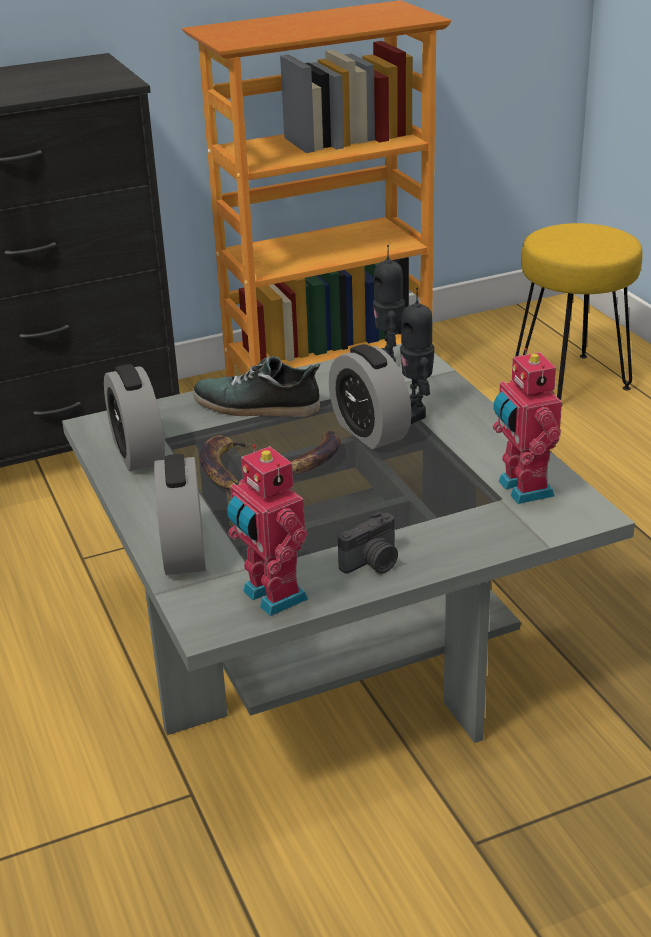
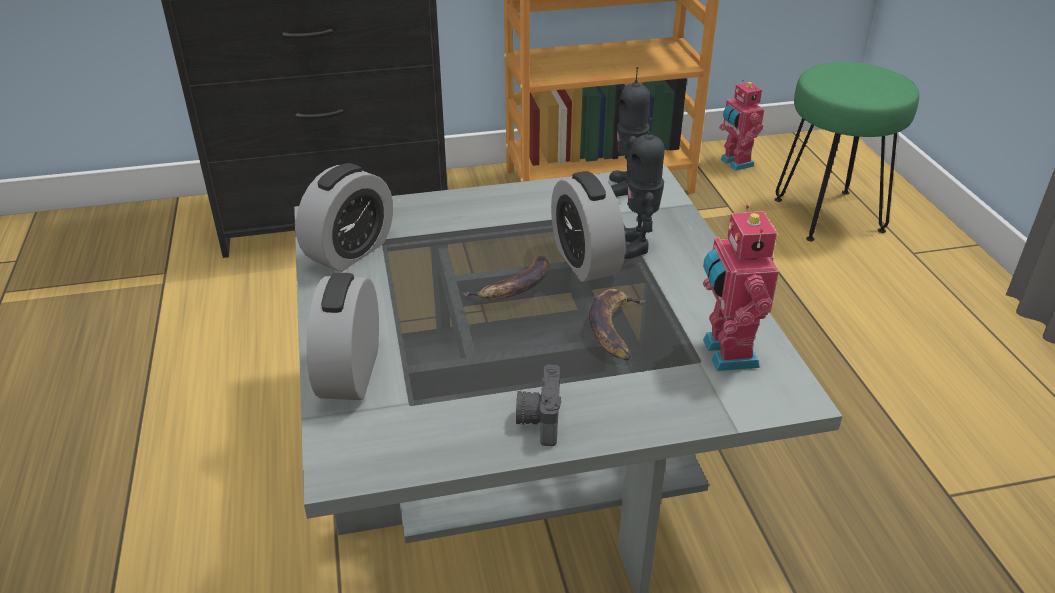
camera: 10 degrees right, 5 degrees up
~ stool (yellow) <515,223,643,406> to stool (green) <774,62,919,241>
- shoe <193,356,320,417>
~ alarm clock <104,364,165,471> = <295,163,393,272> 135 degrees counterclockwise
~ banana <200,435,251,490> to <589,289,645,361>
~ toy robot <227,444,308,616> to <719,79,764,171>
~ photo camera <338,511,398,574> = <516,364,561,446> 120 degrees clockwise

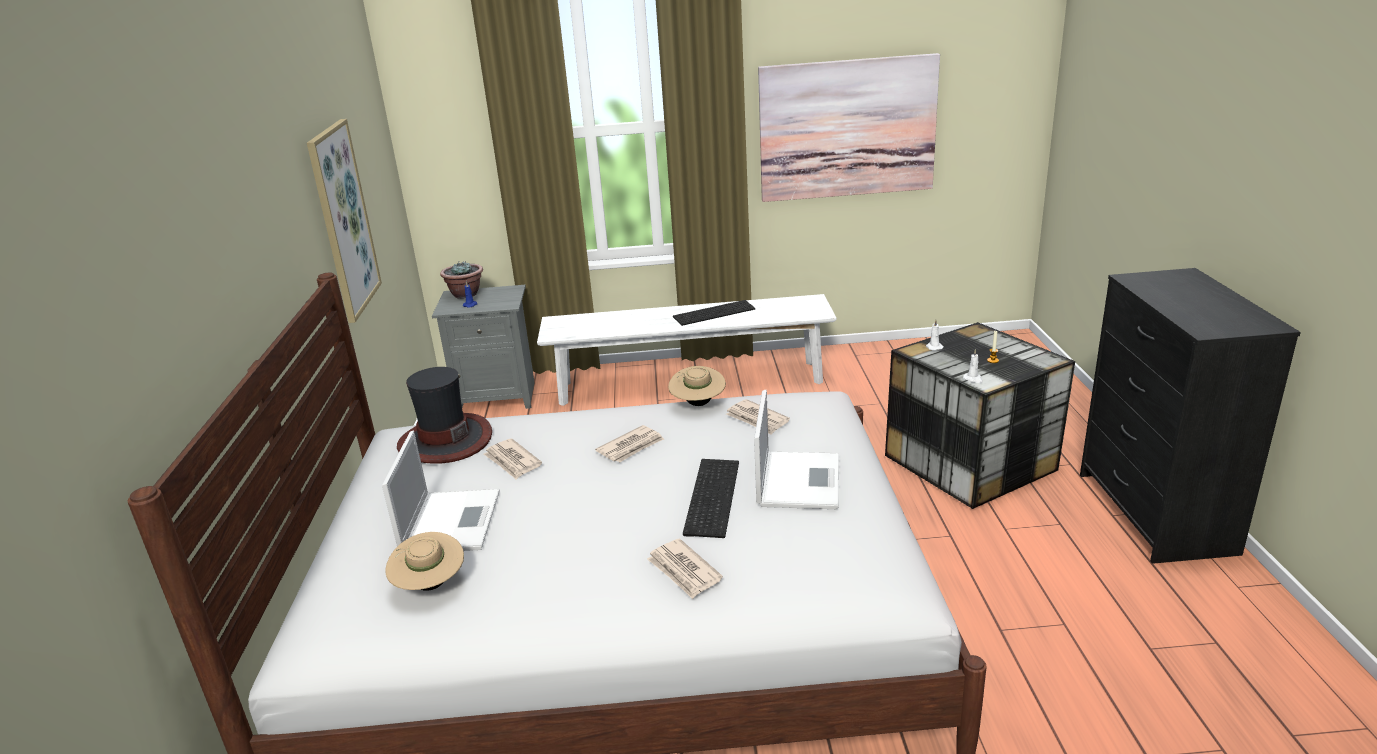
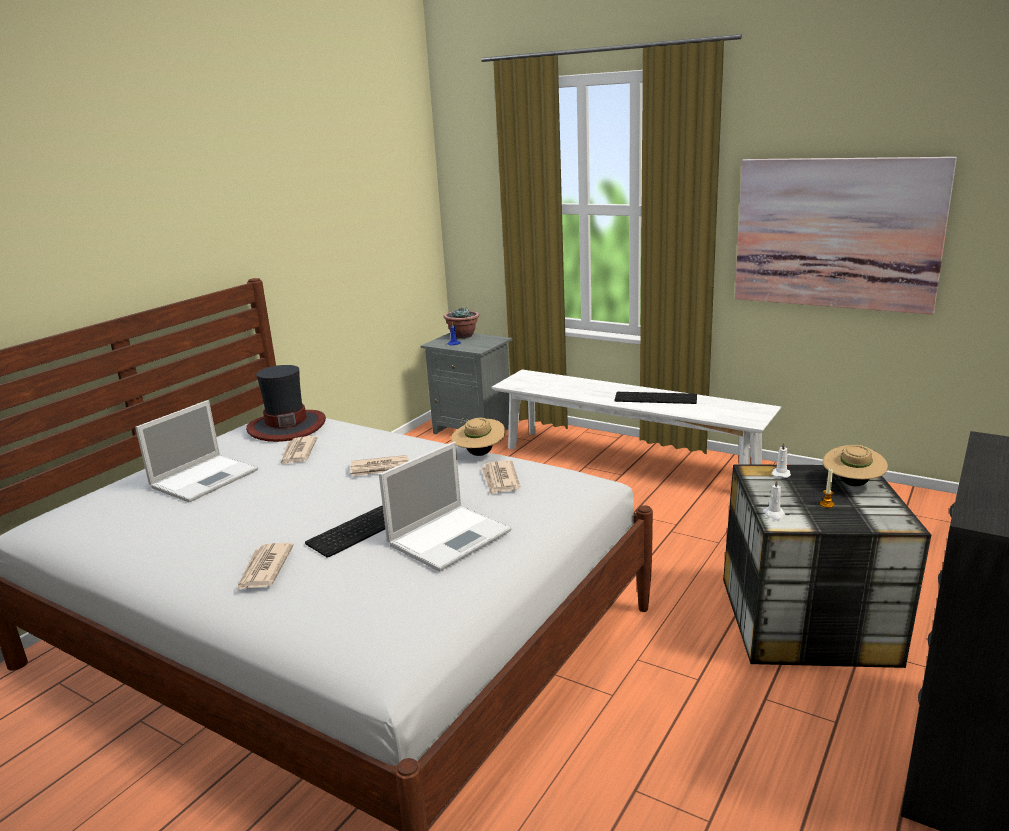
camera: 35 degrees right, 5 degrees down
- picture <307,119,382,323>
~ hat (beige) <386,532,464,590> to <822,445,888,486>

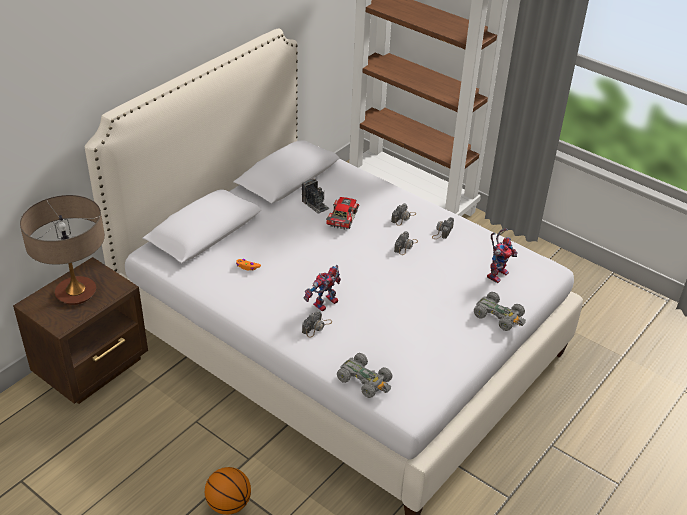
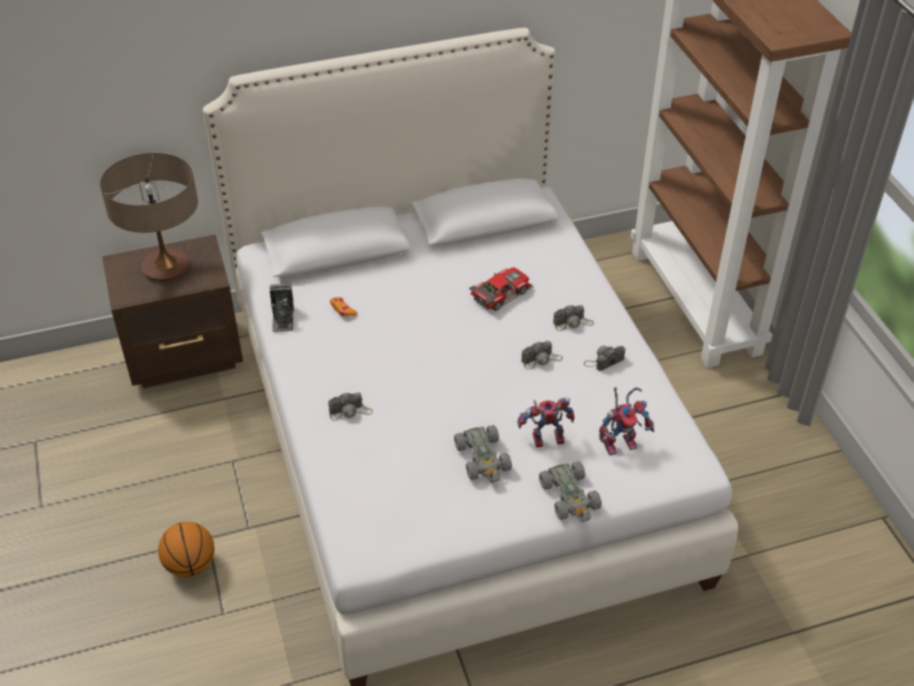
camera: 35 degrees right, 5 degrees up
~ photo camera <302,178,330,214> to <270,283,294,332>
~ toy robot <304,264,341,311> to <517,397,575,447>
~ toy car (grey) <337,353,393,398> to <454,425,512,483>

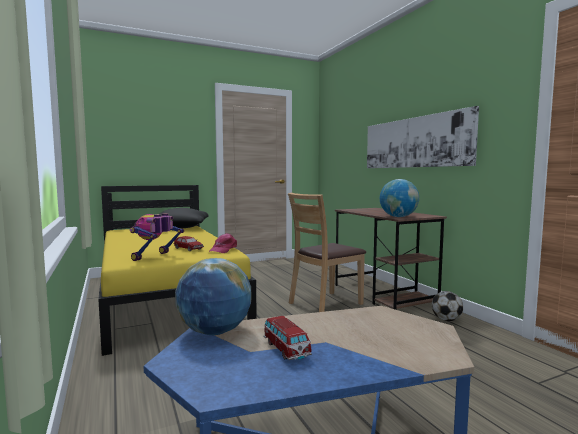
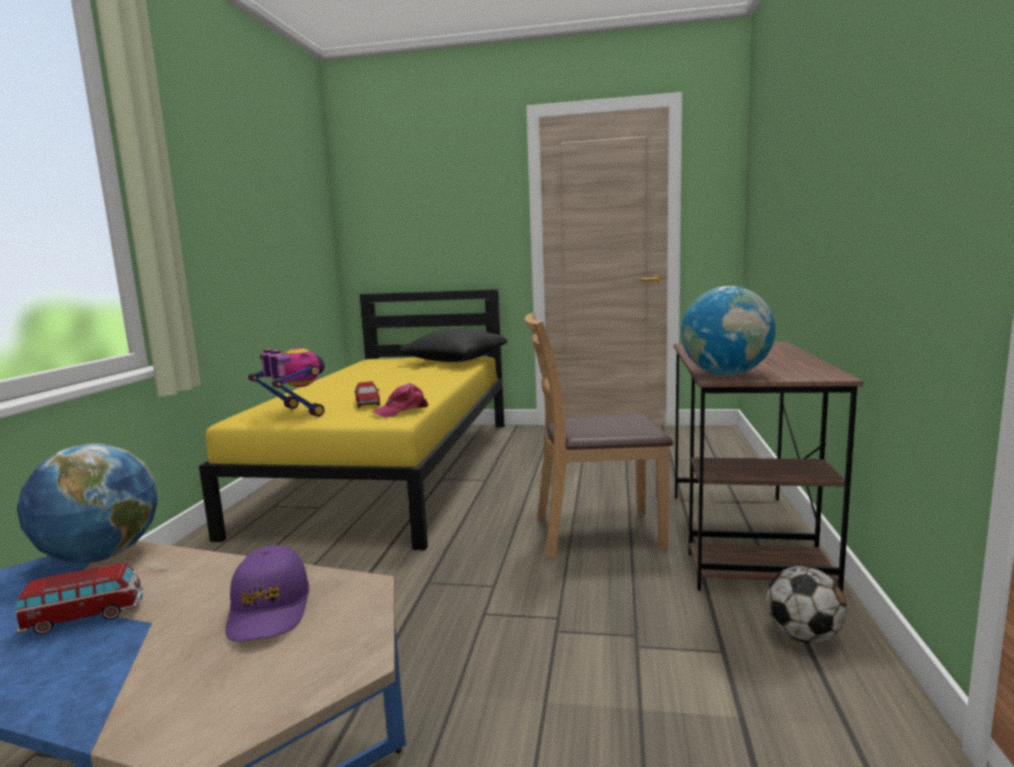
camera: 35 degrees right, 5 degrees up
- picture <367,106,479,168>
~ toy robot <130,213,184,261> = <248,348,325,417> 75 degrees clockwise
~ toy car <264,316,312,360> = <15,563,143,634> 120 degrees counterclockwise
+ cap (purple) <225,545,309,642>

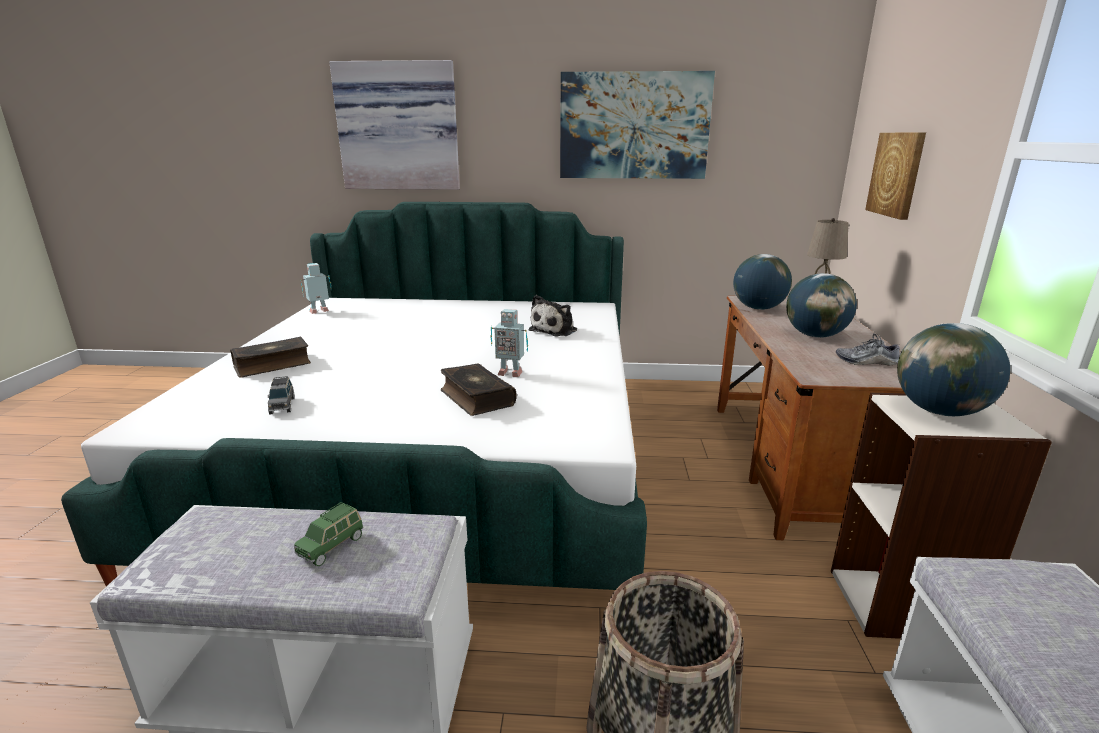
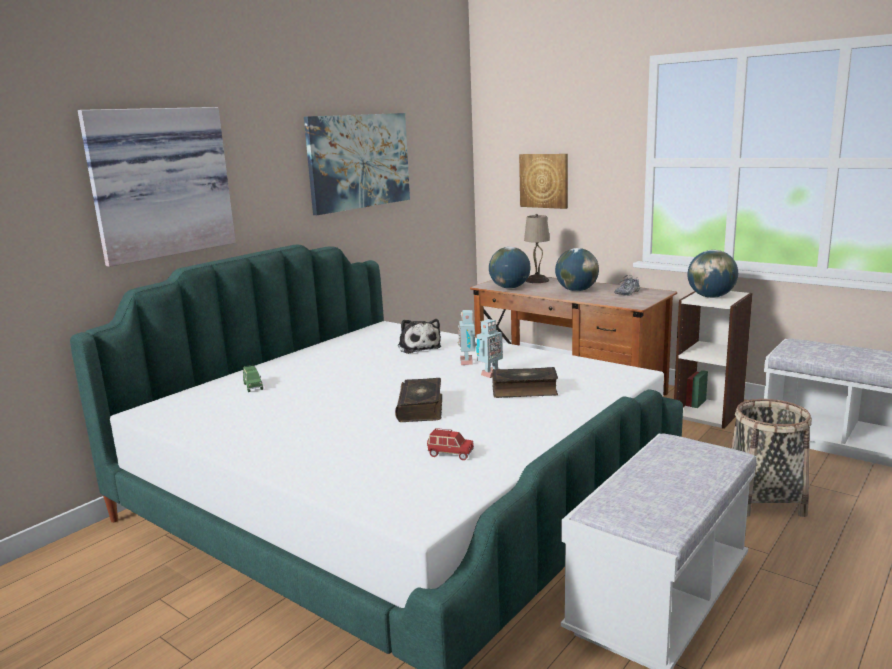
camera: 55 degrees left, 5 degrees down
~ toy robot <301,263,332,314> to <458,310,477,365>
~ book <230,337,311,378> to <395,378,442,422>
~ toy car (grey) <267,376,295,414> to toy car (red) <427,428,474,460>
~ toy car (green) <294,502,363,566> to <243,365,263,392>

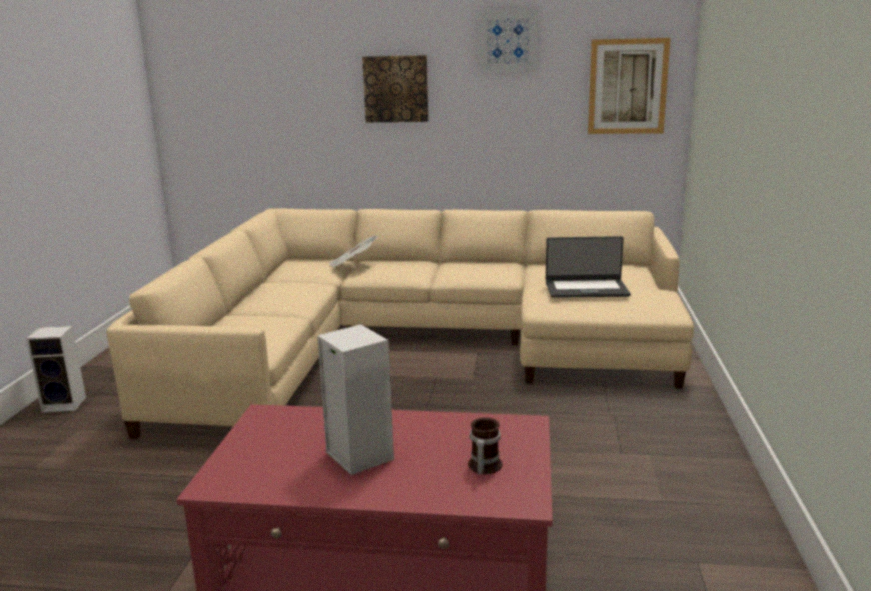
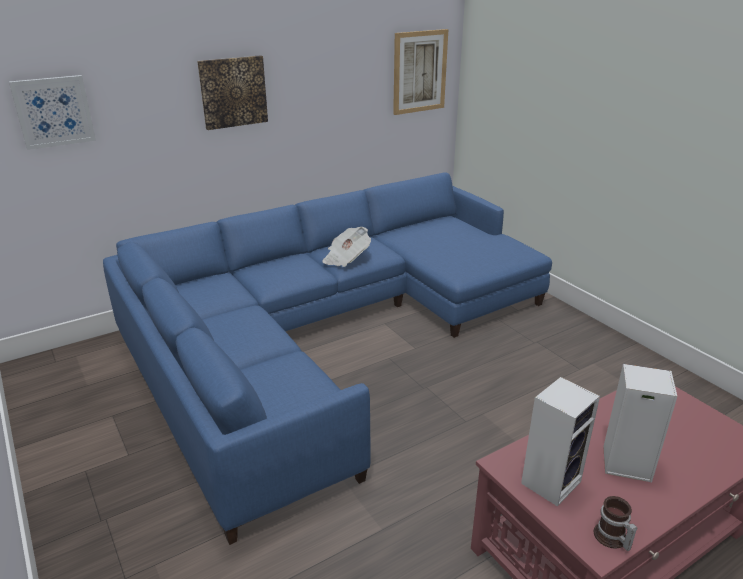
camera: 40 degrees left, 10 degrees up
~ picture <479,9,538,72> to <9,75,96,150>
~ sofa (beige) <106,209,694,439> to sofa (blue) <103,172,552,545>
~ newspaper <328,235,378,268> to <322,227,371,267>
- laptop <546,236,631,298>
~ speaker <26,326,86,413> to <521,377,600,507>
~ mug <468,417,503,474> to <594,496,637,551>

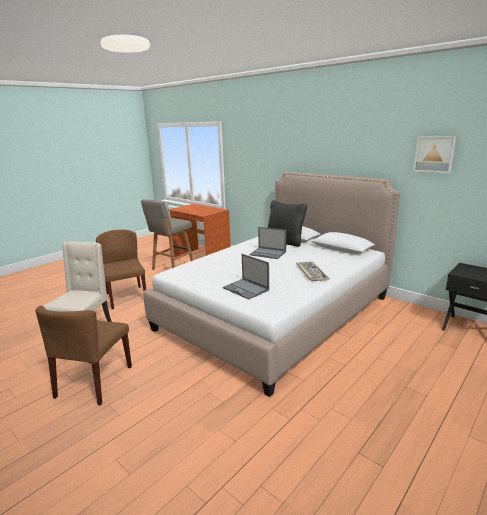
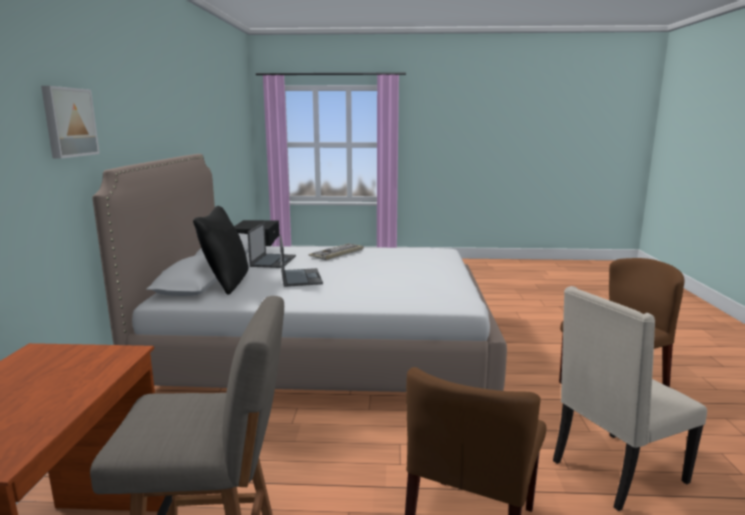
camera: 130 degrees left, 5 degrees down
~ picture <413,137,456,173> to <41,86,100,159>
~ laptop <223,254,269,300> to <248,223,296,268>

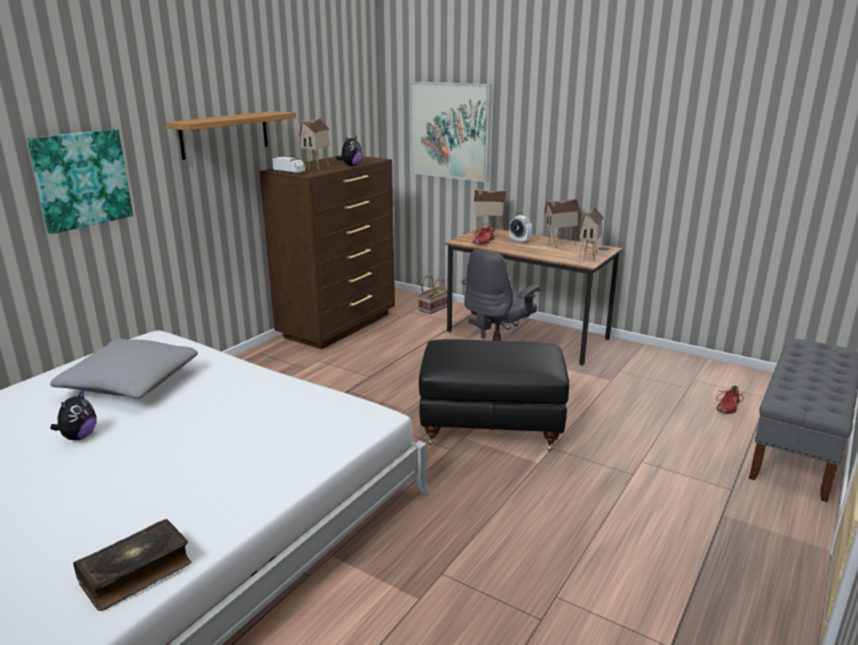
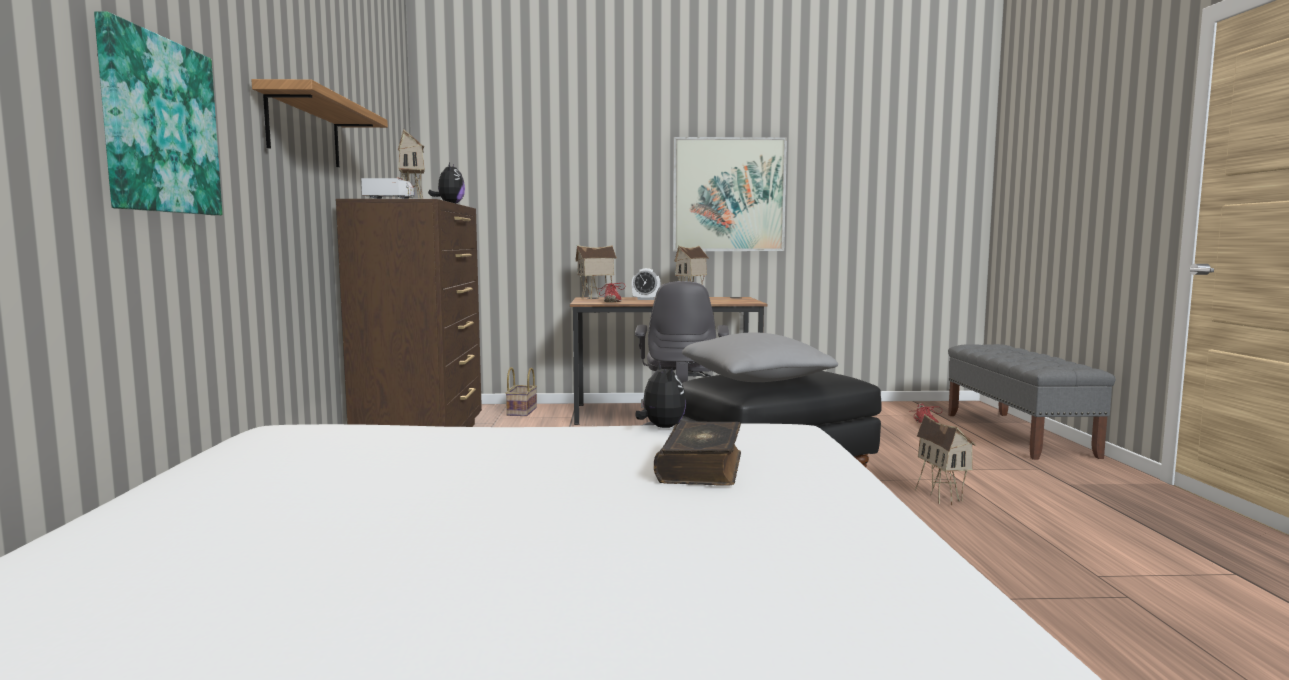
camera: 35 degrees left, 15 degrees down
~ picture <409,81,492,182> to <673,137,787,251>
~ toy house <579,206,604,261> to <915,414,977,505>
~ pillow (grey) <50,339,198,399> to <682,332,838,382>
~ plush toy <50,390,97,440> to <636,362,686,428>
~ book <73,519,192,611> to <654,421,741,486>

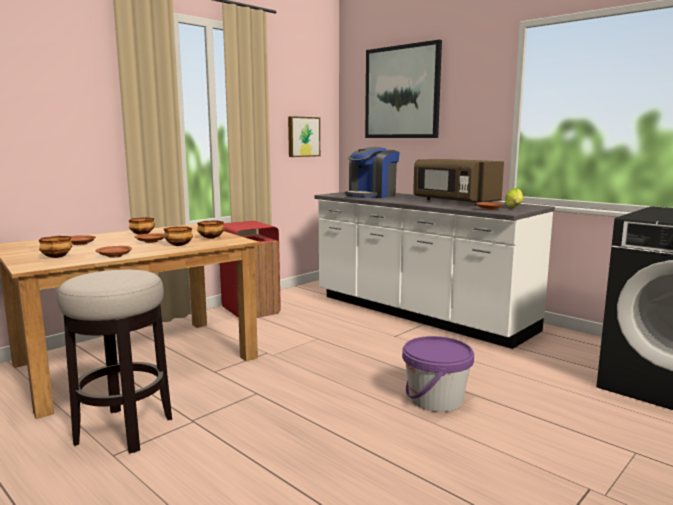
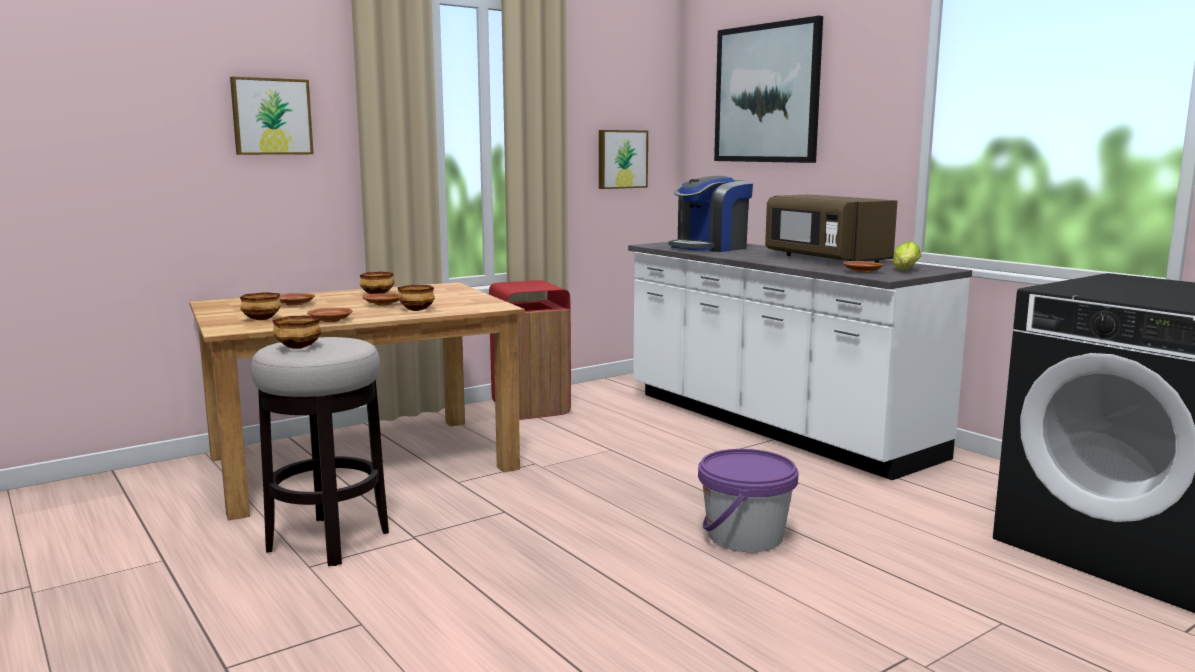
camera: 10 degrees right, 0 degrees up
~ bowl <197,220,225,239> to <272,316,322,349>
+ picture <230,77,314,155>

